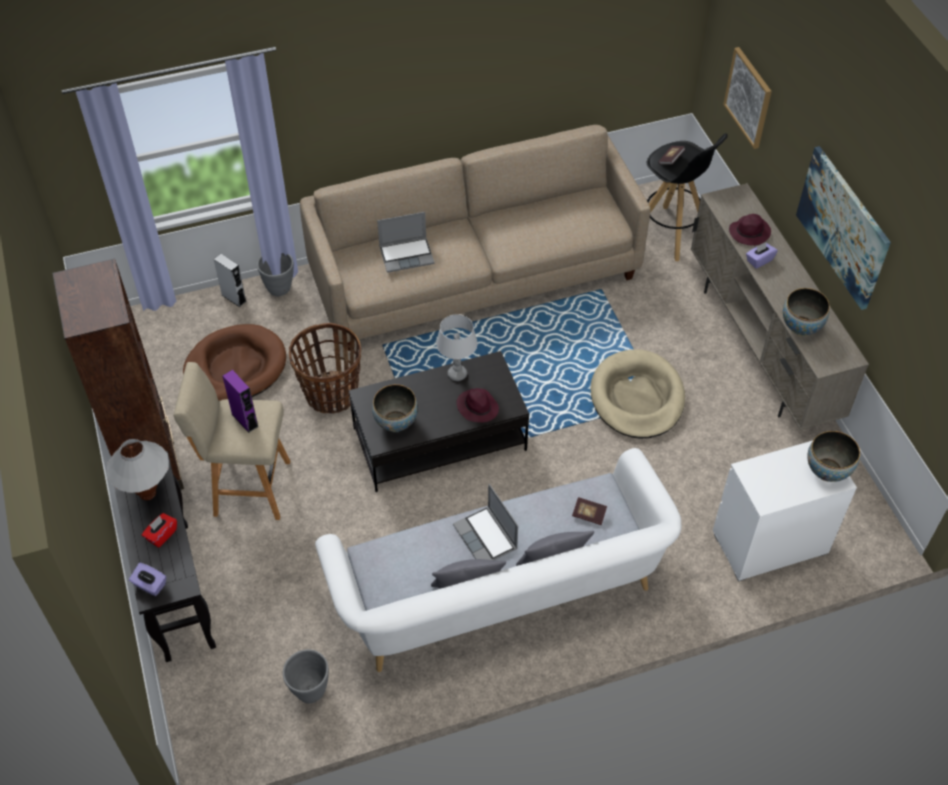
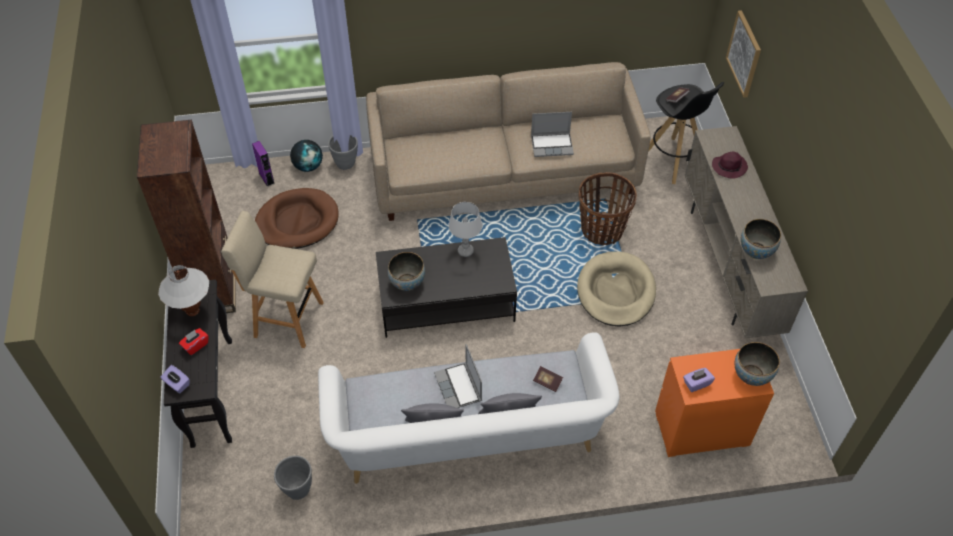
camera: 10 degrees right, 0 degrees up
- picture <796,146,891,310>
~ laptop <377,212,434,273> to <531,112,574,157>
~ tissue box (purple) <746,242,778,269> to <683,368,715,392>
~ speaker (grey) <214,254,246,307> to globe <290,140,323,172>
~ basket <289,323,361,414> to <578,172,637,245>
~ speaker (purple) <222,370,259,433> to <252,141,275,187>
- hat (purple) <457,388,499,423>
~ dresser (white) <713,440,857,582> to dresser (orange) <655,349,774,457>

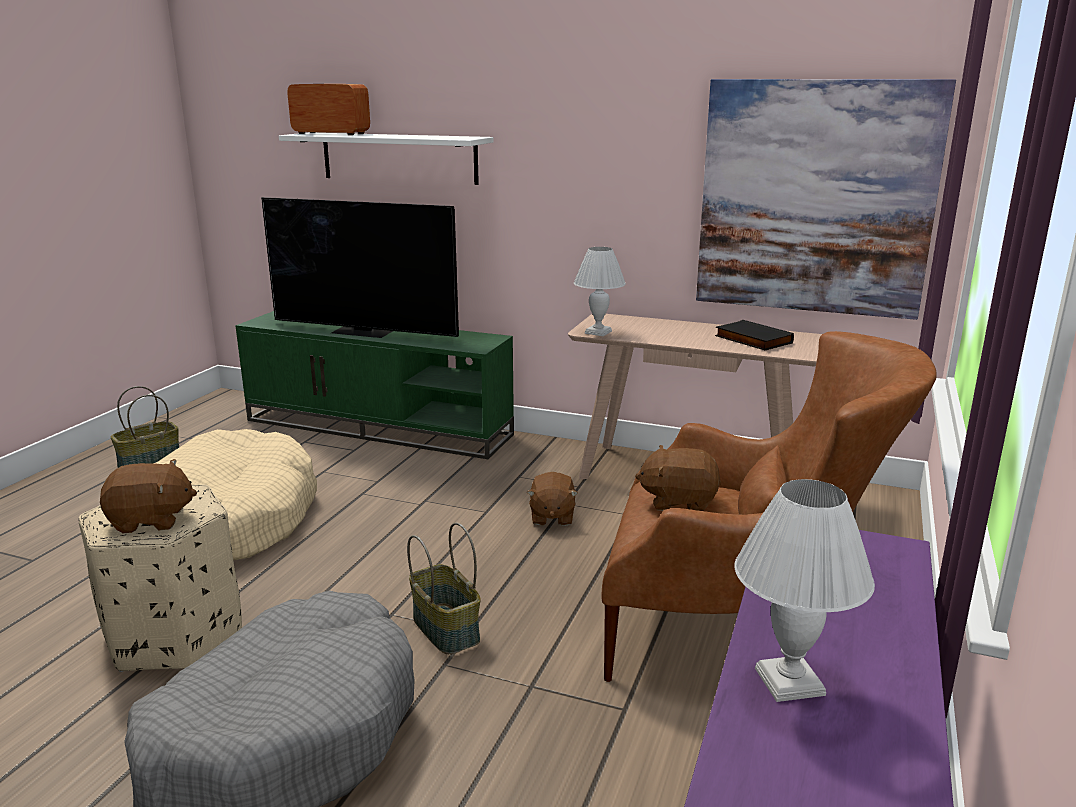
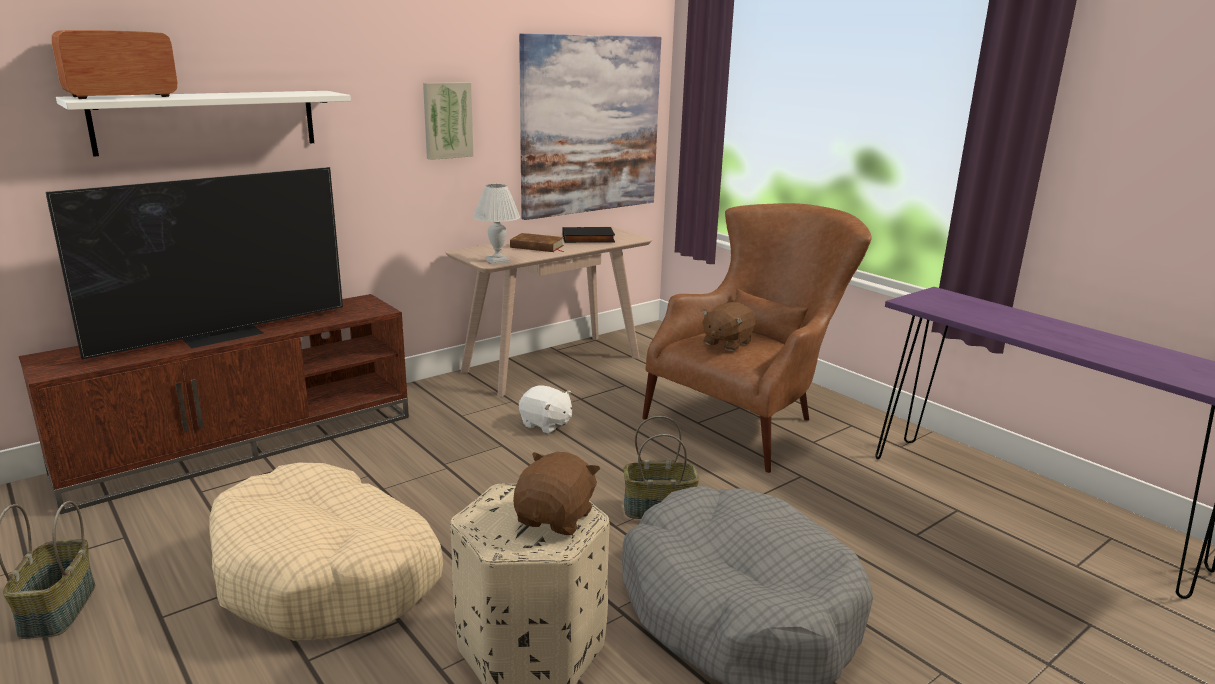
camera: 60 degrees left, 0 degrees up
~ tv stand (green) <235,311,514,459> to tv stand (brown) <19,294,409,514>
~ plush toy (brown) <527,472,578,526> to plush toy (white) <519,385,572,434>
- table lamp (white) <734,479,875,702>
+ picture <423,82,474,160>
+ book (brown) <510,233,564,252>

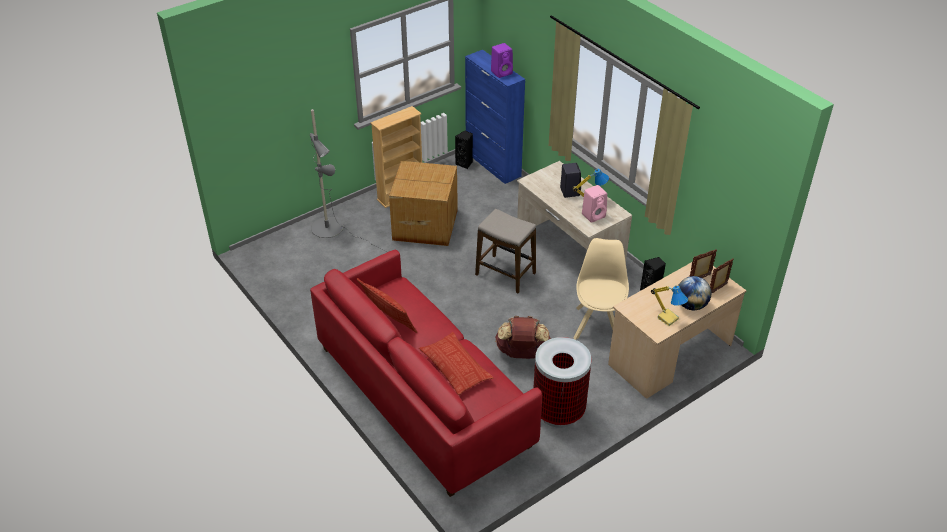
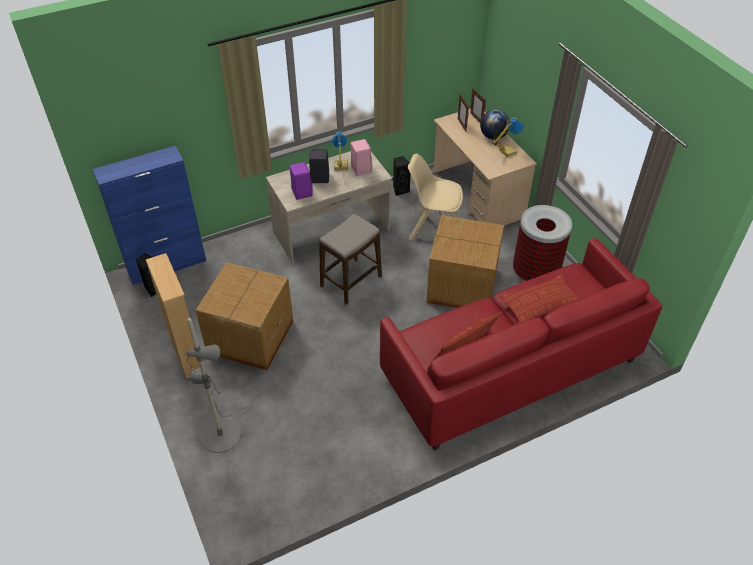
camera: 80 degrees left, 5 degrees up
~ speaker (purple) <491,43,513,78> to <289,162,313,200>
~ backpack (brown) <495,316,551,359> to cardboard box <426,215,504,308>

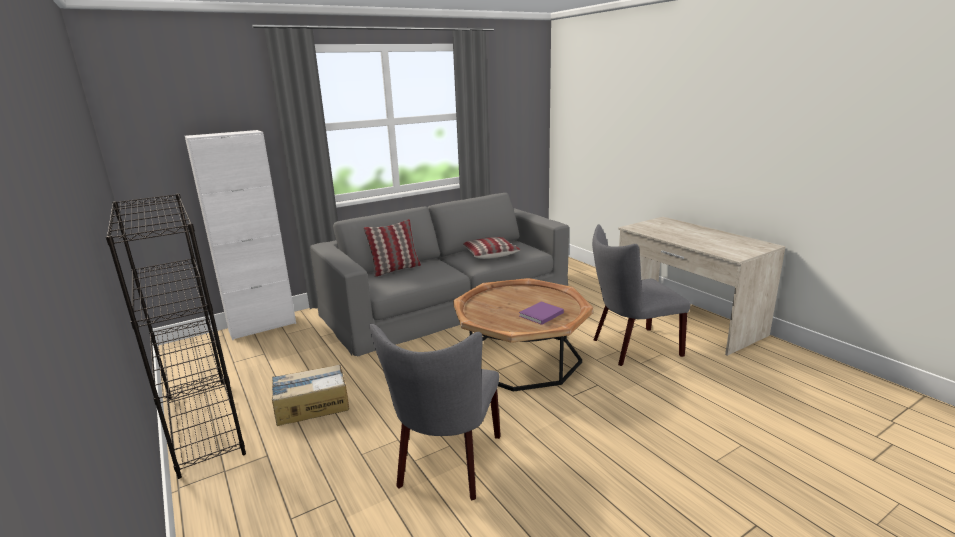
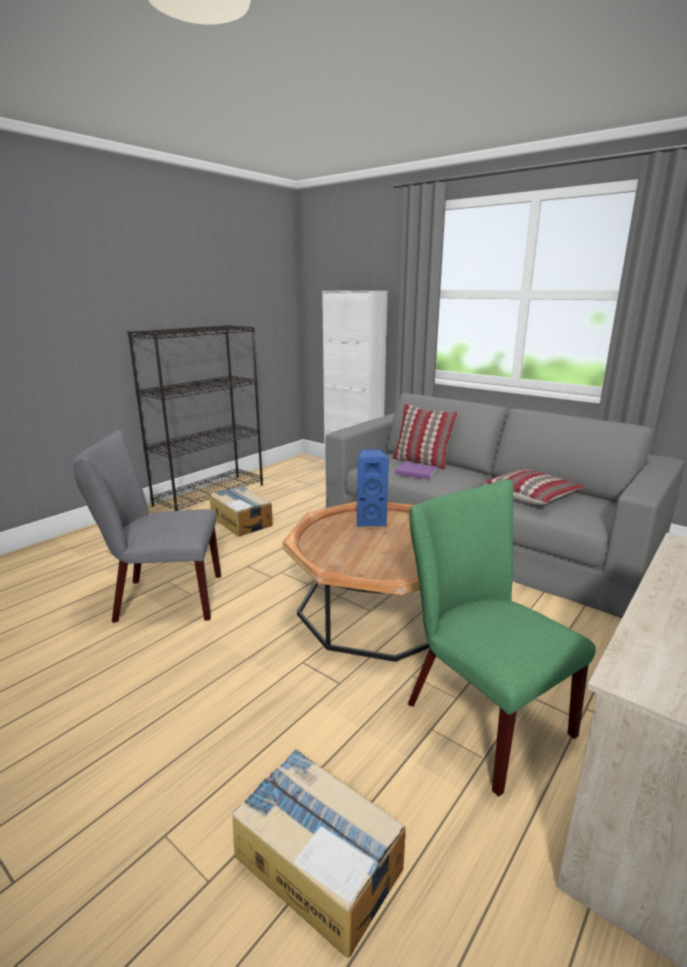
camera: 70 degrees right, 0 degrees up
~ chair (grey) <592,224,690,366> to chair (green) <408,479,596,797>
~ book (purple) <519,301,564,325> to <395,462,438,480>
+ speaker (blue) <357,449,389,526>
+ cardboard box <232,749,405,958>

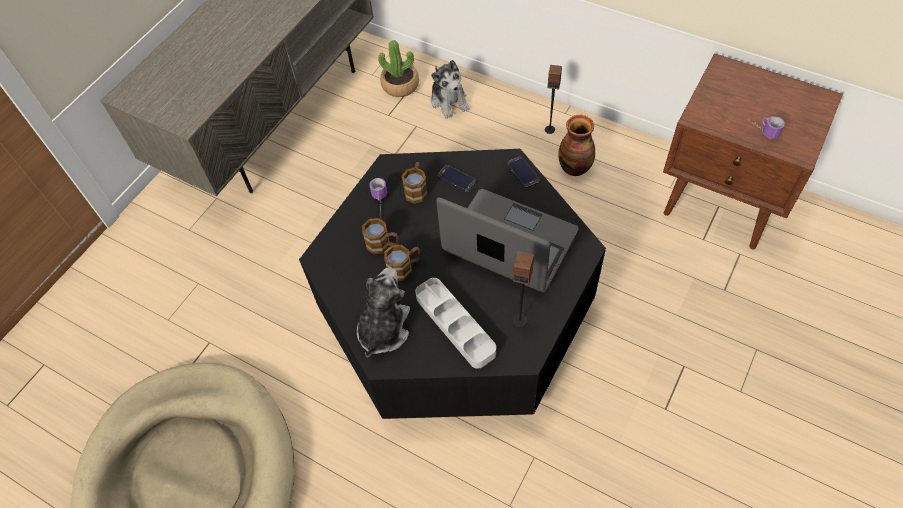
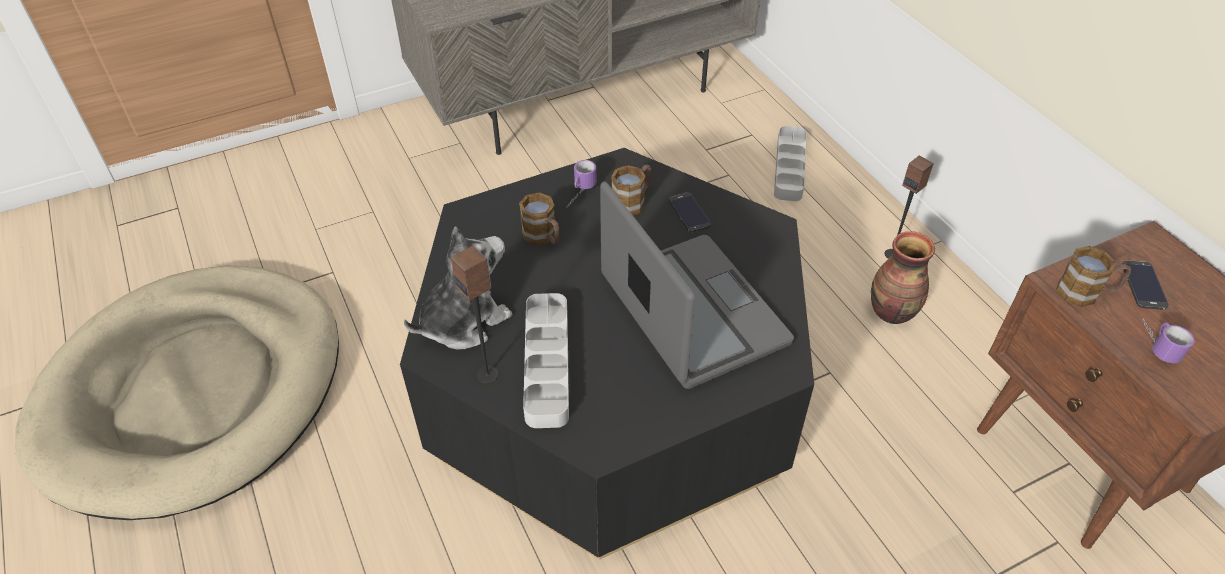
camera: 30 degrees right, 10 degrees down
- potted plant <378,40,419,97>
~ plush toy <431,60,470,118> to tray (grey) <774,126,806,201>
~ phone <507,156,540,188> to <1122,261,1169,309>
~ mug <384,245,421,281> to <1056,246,1131,307>
~ speaker <513,252,534,327> to <451,245,498,384>

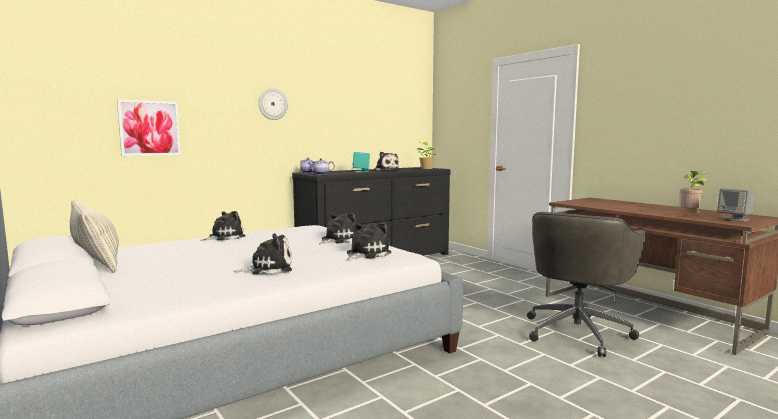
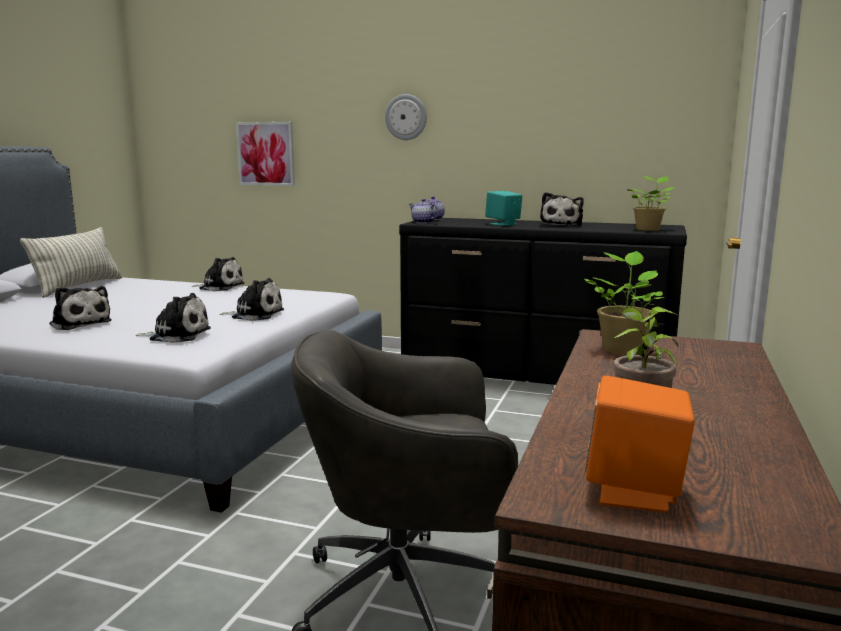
camera: 55 degrees right, 5 degrees up
~ speaker (grey) <717,188,756,222> to speaker (orange) <585,376,695,512>
+ potted plant <585,251,665,355>

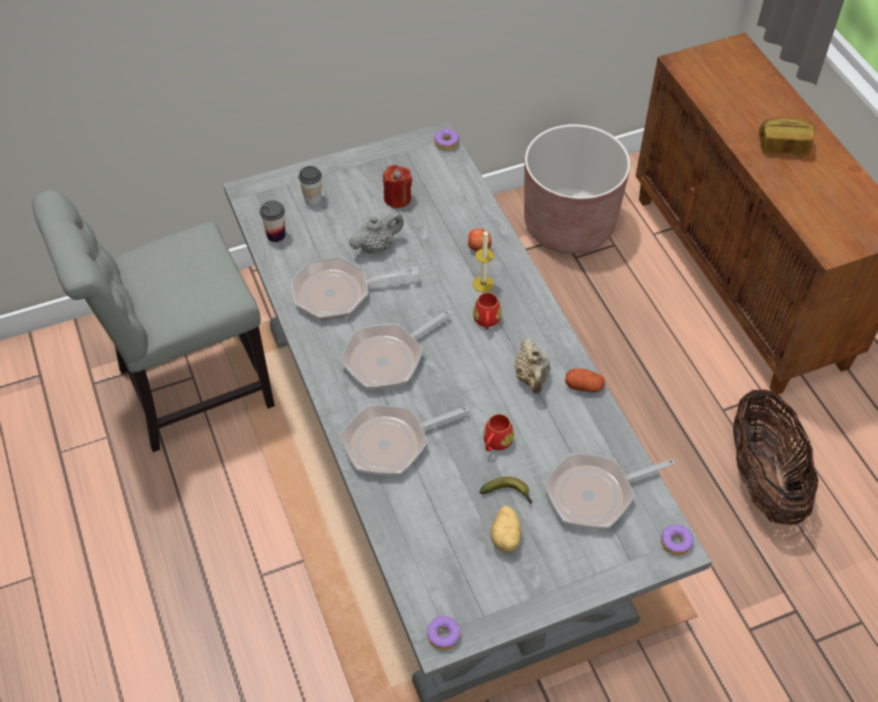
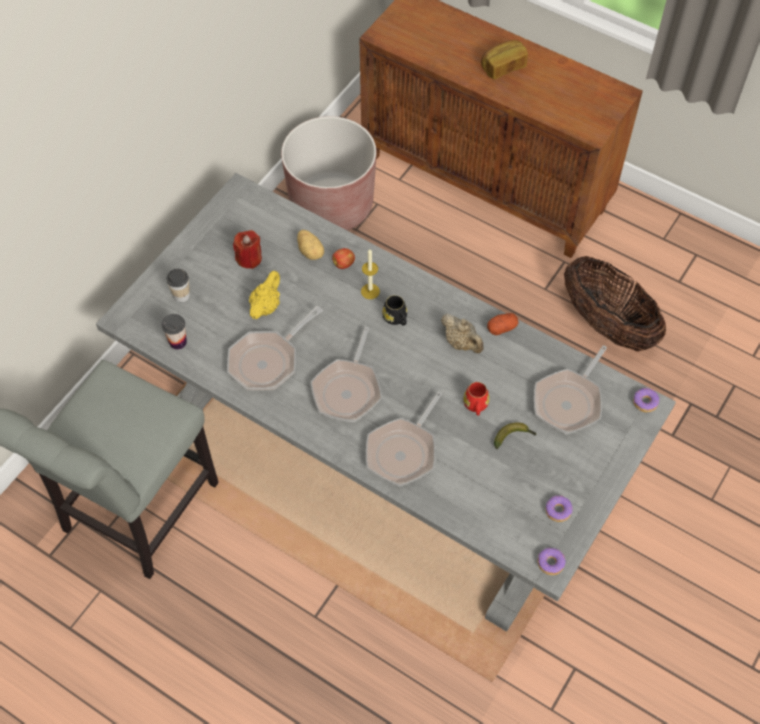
camera: 35 degrees left, 5 degrees up
~ donut <434,129,459,150> to <545,495,573,522>
~ teapot (grey) <349,212,404,254> to teapot (yellow) <249,271,280,319>
~ mug (red) <473,293,502,329> to mug (black) <382,295,407,326>
~ potato <490,506,521,553> to <297,230,324,260>

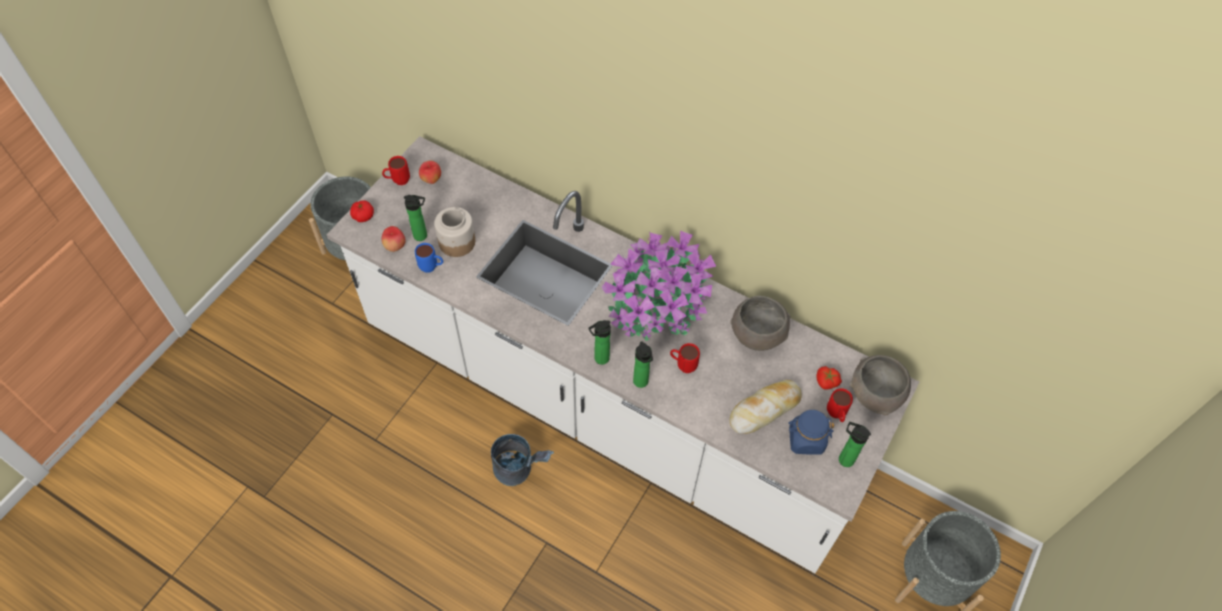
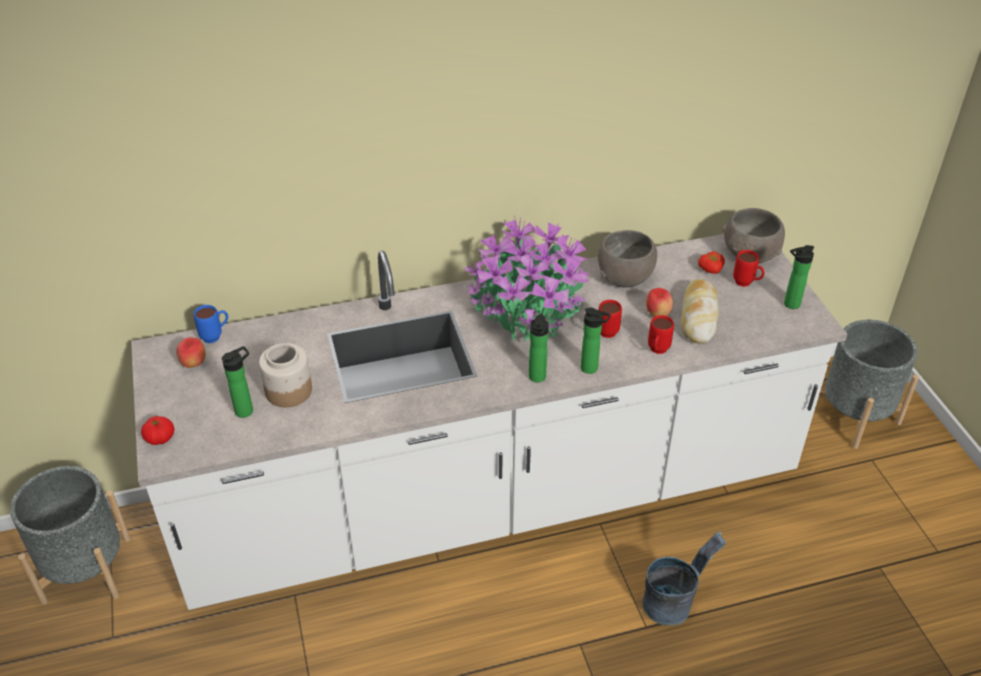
camera: 45 degrees left, 15 degrees down
~ mug (red) <382,156,410,185> to <648,315,674,354>
~ apple <382,226,406,252> to <646,288,673,317>
~ mug (blue) <415,243,443,273> to <194,305,228,343>
- jar (blue) <788,410,834,455>
~ bucket (grey) <491,434,554,486> to <642,532,726,625>

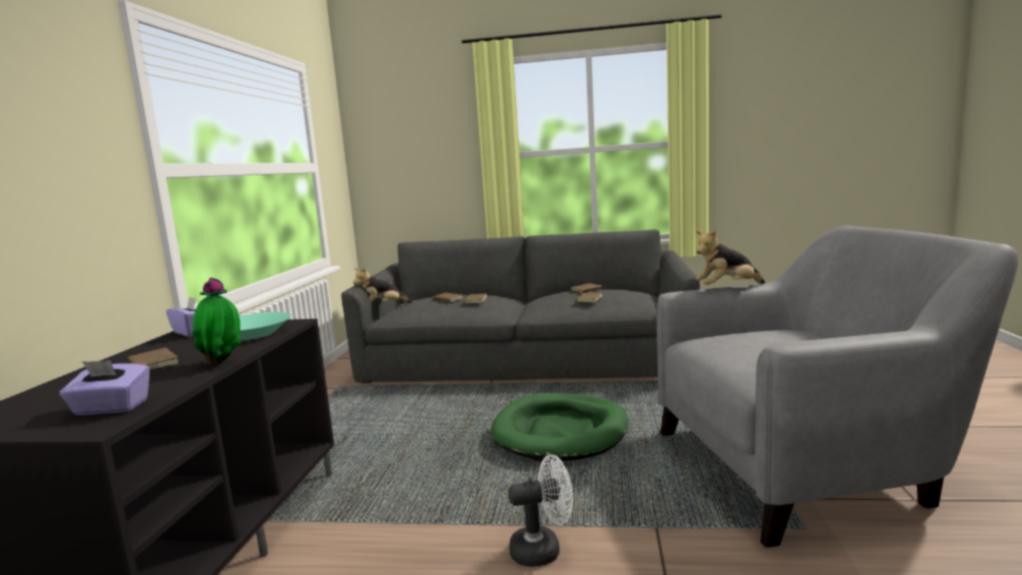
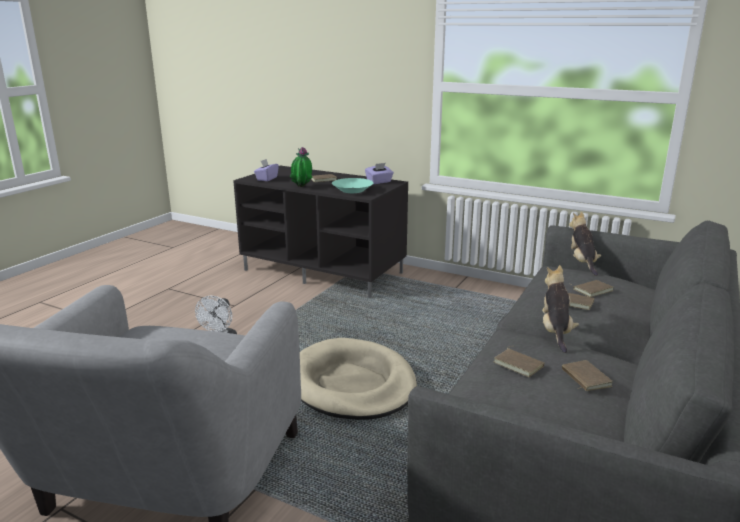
camera: 110 degrees right, 10 degrees up
~ plush toy <696,229,765,285> to <542,265,579,353>
~ dog bed (green) <491,393,628,462> to dog bed (beige) <300,338,417,420>

